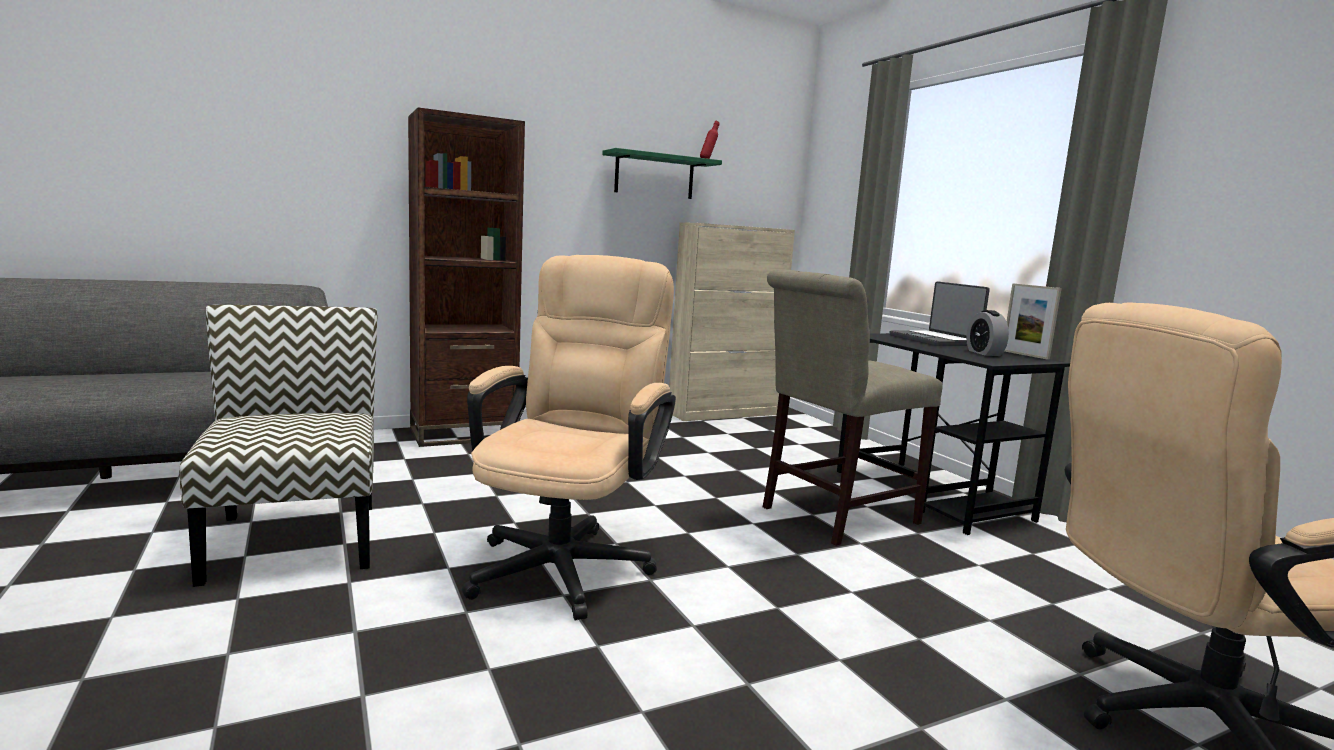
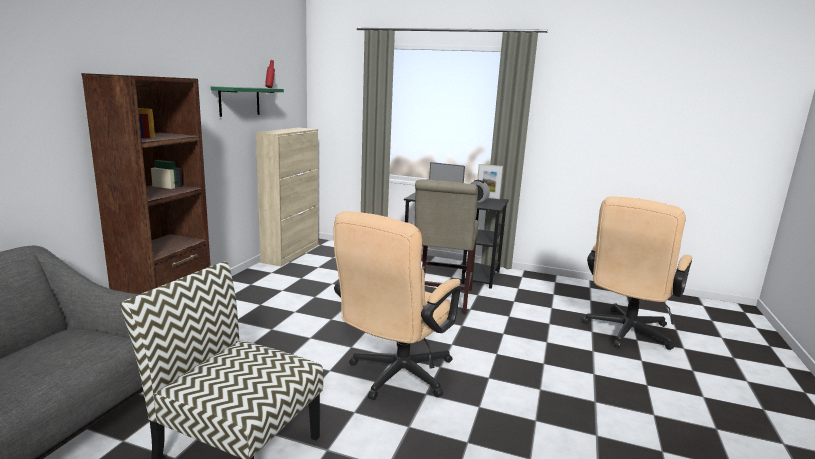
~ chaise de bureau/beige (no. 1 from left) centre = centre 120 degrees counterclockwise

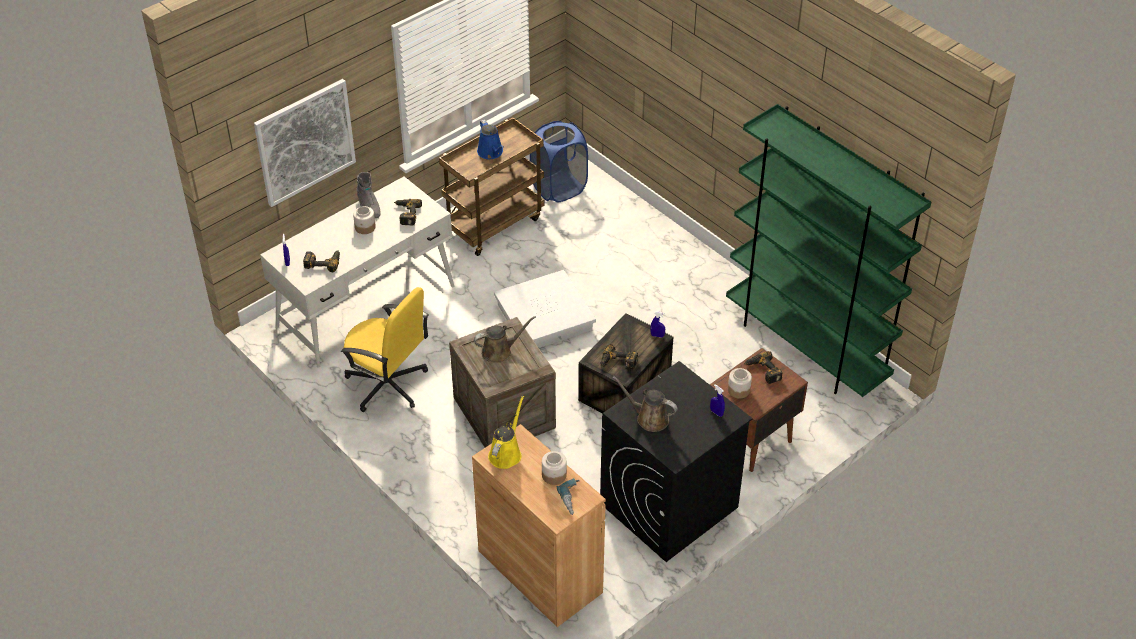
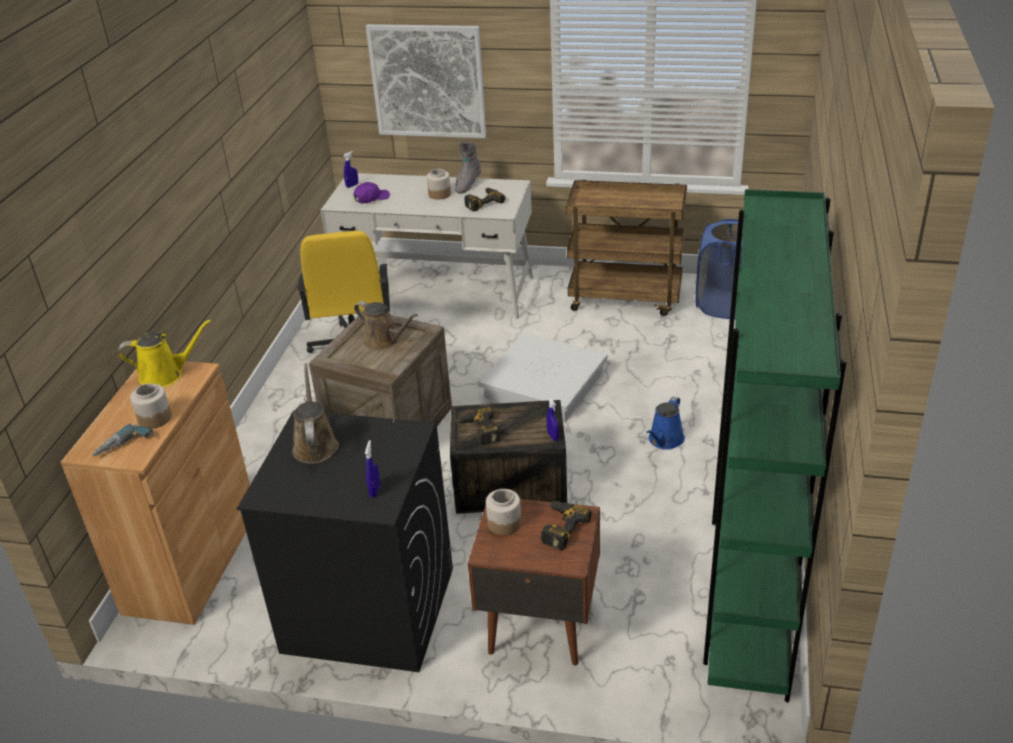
~ arrosoir/bleu top centre to centre
~ perceuse (no. 1 from left) middle left to casquette/violet top centre

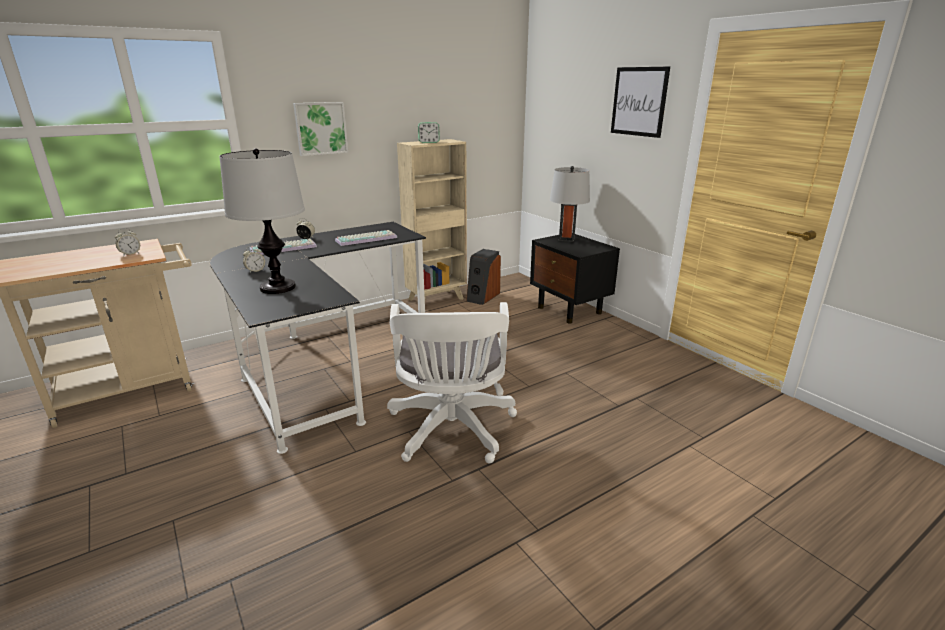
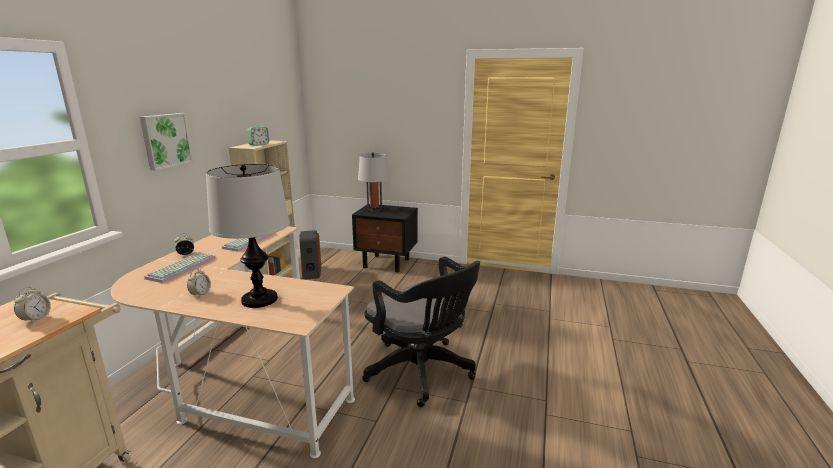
- tableau (no. 2 from left) top right
~ bureau/noir centre to bureau/beige bottom left
~ chaise de bureau/blanc centre to chaise de bureau/noir bottom centre

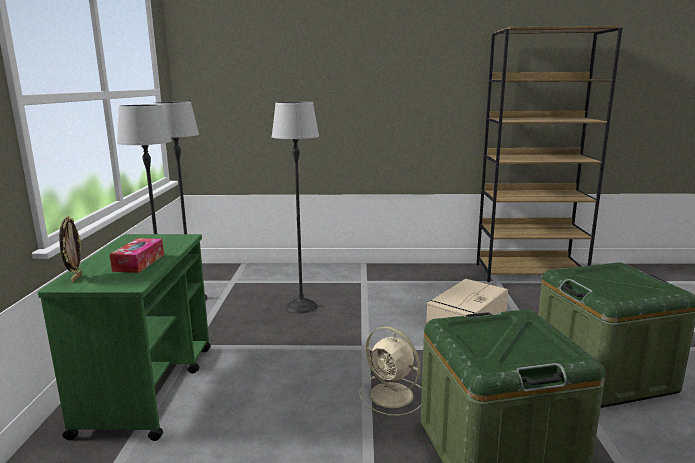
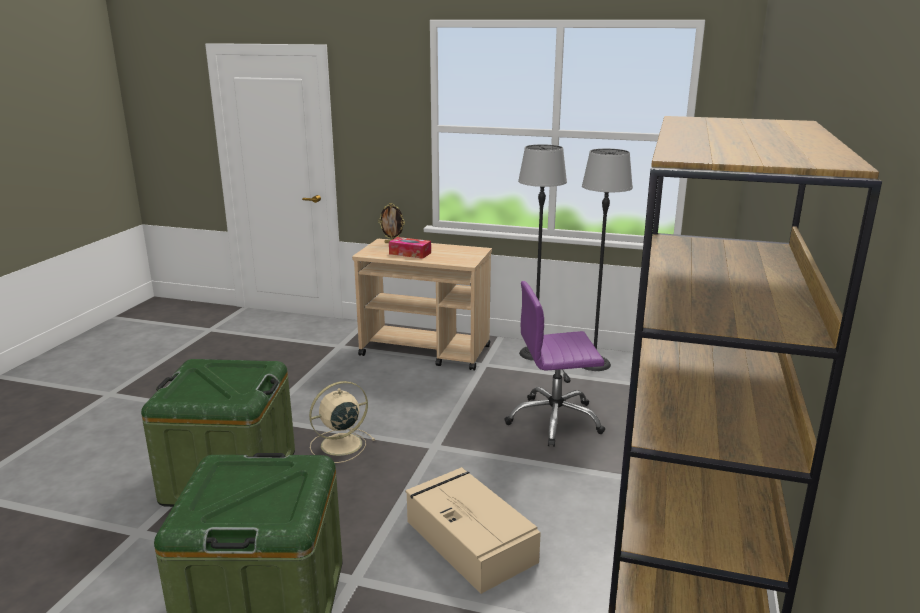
~ lampadaire (no. 3 from left) centre to chaise de bureau/violet centre
~ chariot/vert bottom left to chariot/beige centre

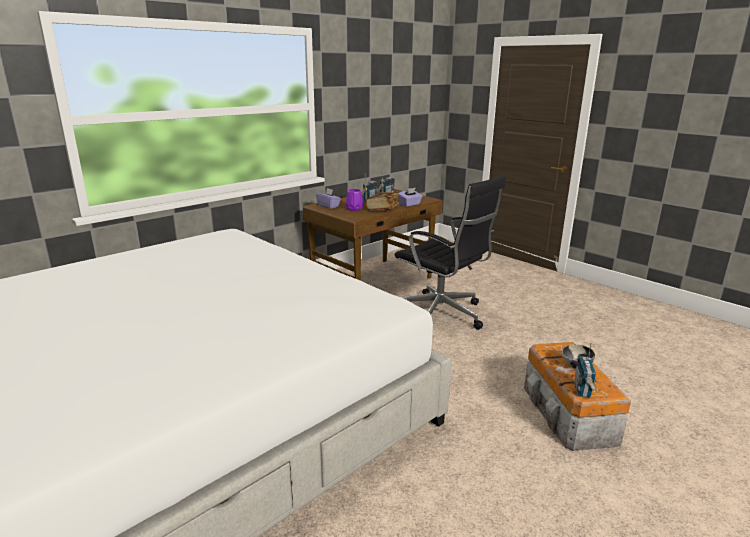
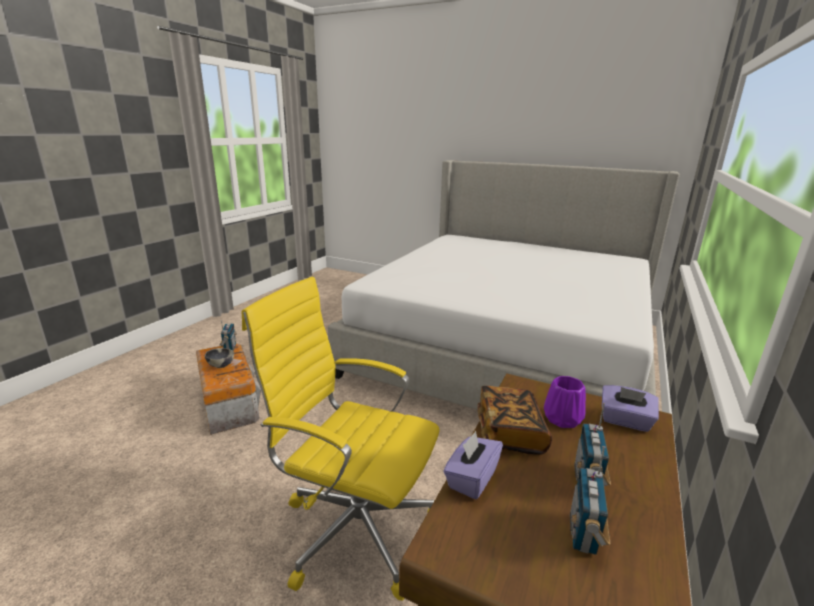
~ chaise de bureau/noir centre to chaise de bureau/jaune bottom centre

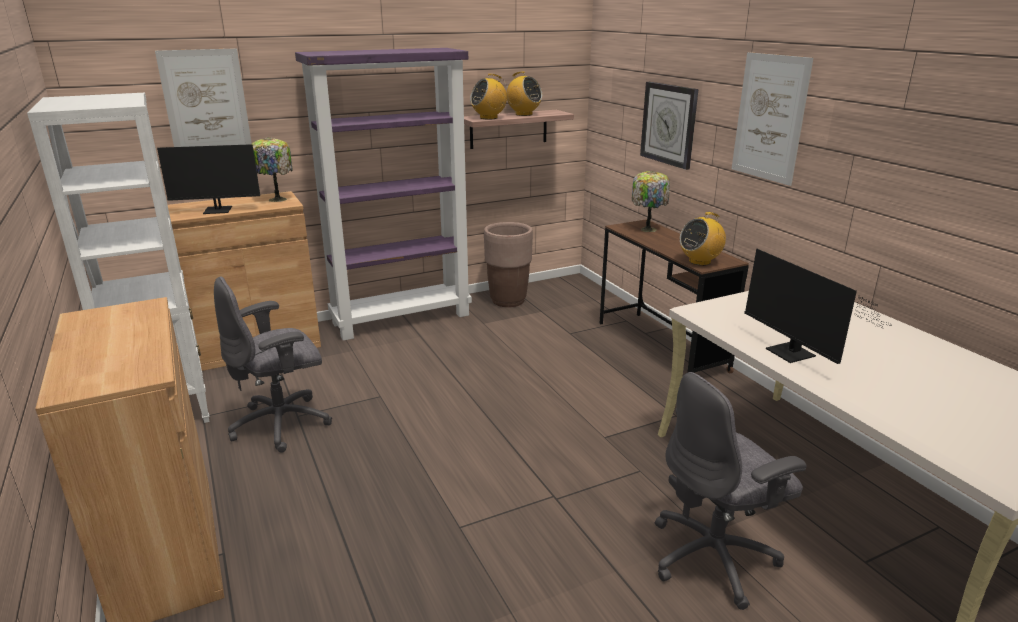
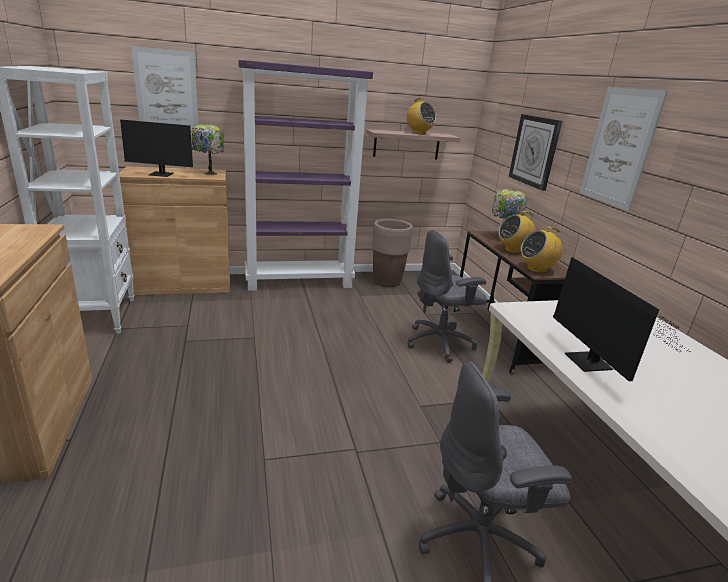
~ radio (no. 1 from left in the first image) top centre to radio (no. 2 from left) middle right
~ chaise de bureau/gris (no. 1 from left) middle left to centre

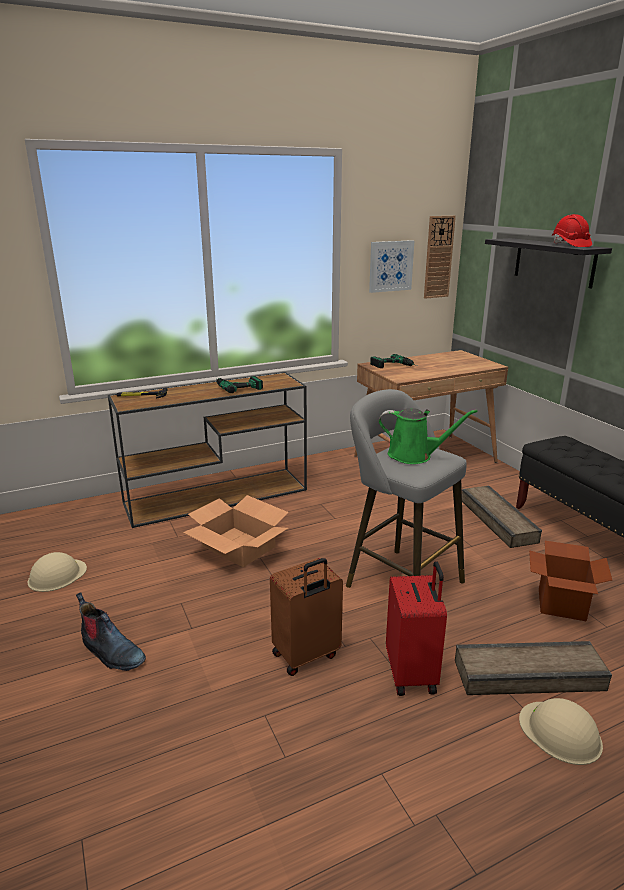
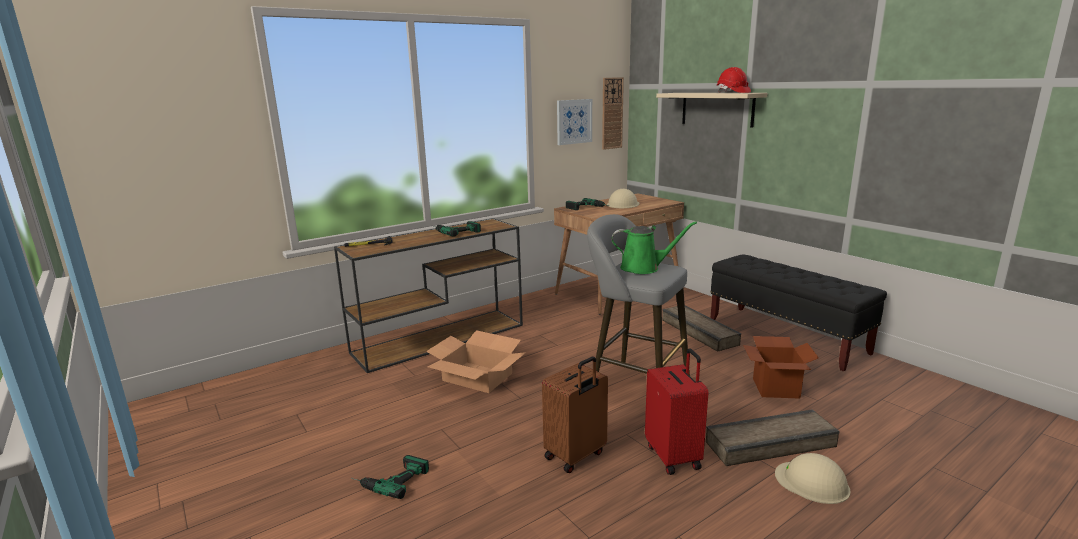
~ étagère/noir top right to étagère/beige top centre
~ casque de chantier/beige (no. 1 from left) middle left to centre
~ botte bottom left to perceuse (no. 1 from left) bottom centre

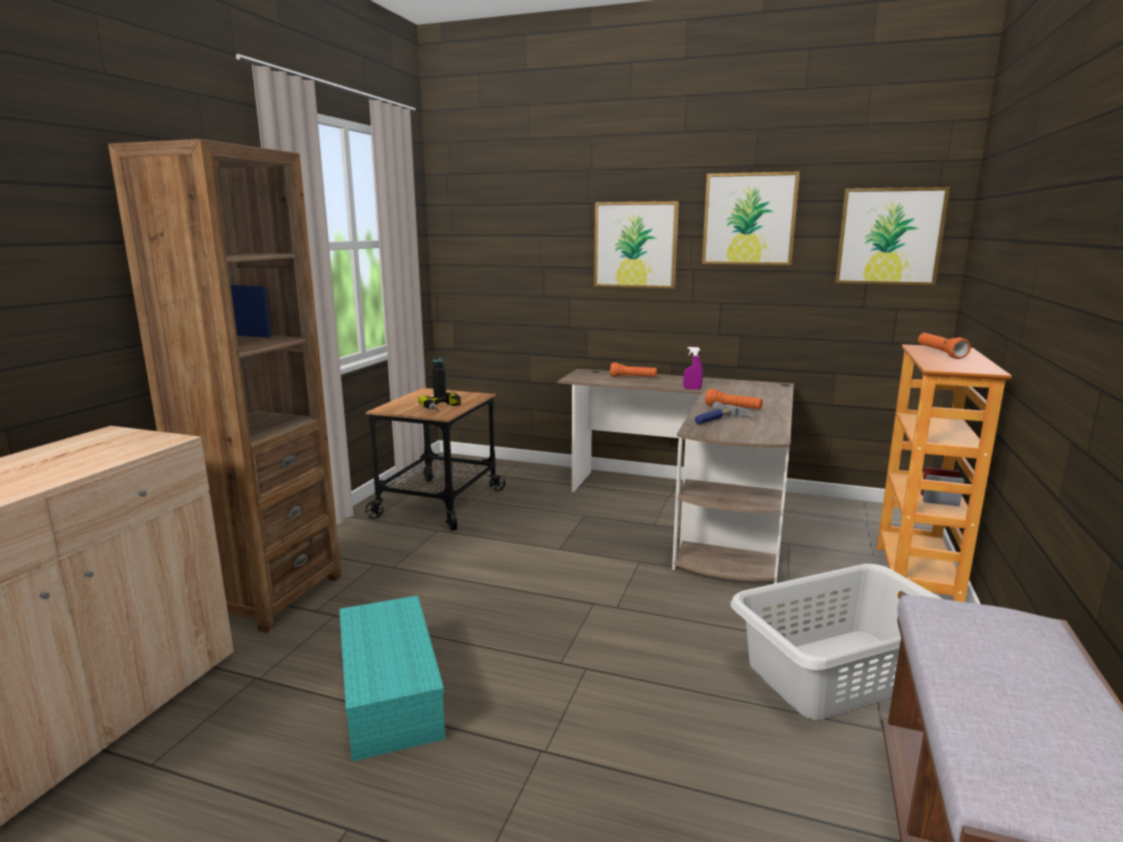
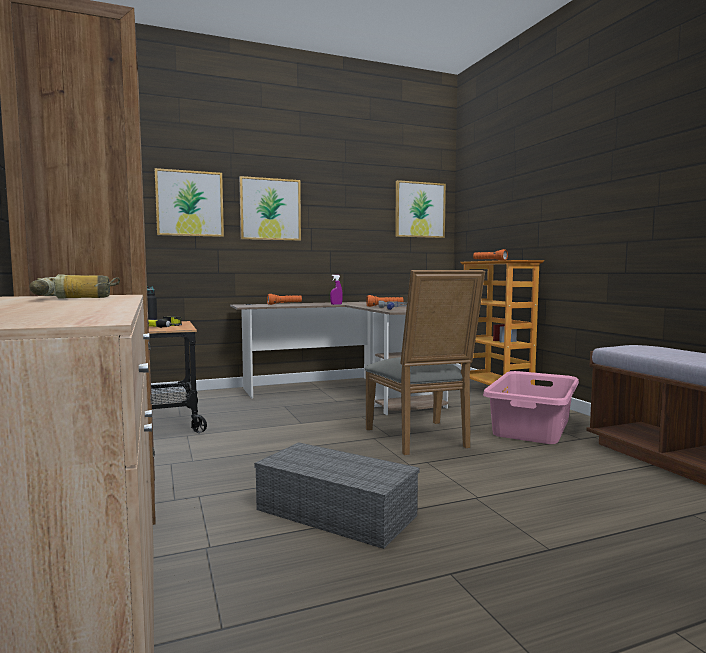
~ tableau (no. 2 from left in the first image) top right to tableau (no. 1 from left) top left
~ panier à linge/gris bottom right to panier à linge/rose middle right
~ boîte de rangement/turquoise bottom centre to boîte de rangement/gris bottom centre
+ chaise/gris centre
+ perceuse (no. 1 from left) middle left

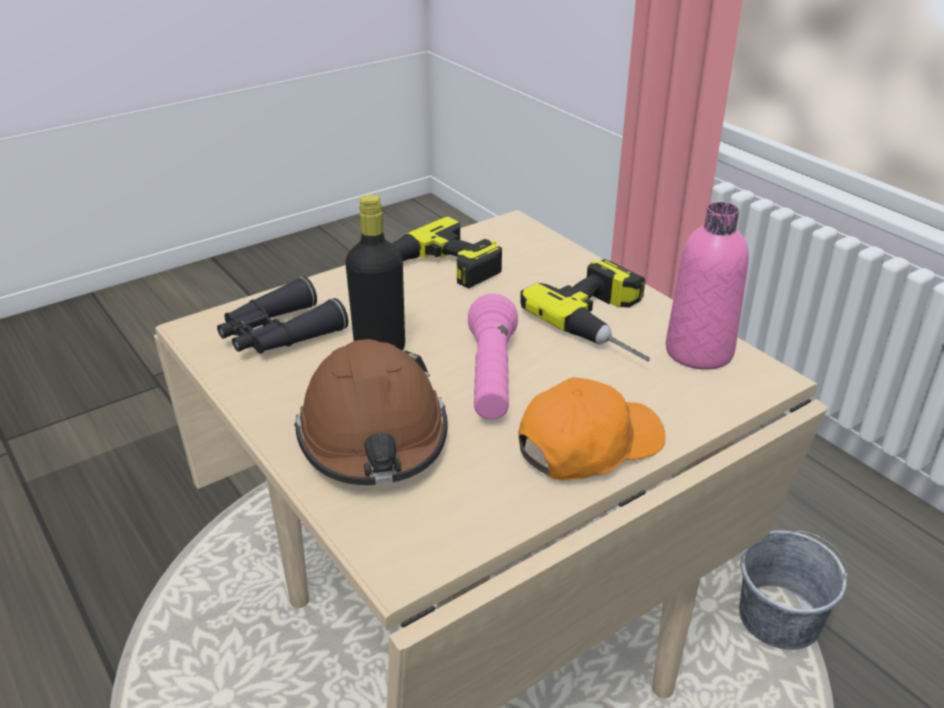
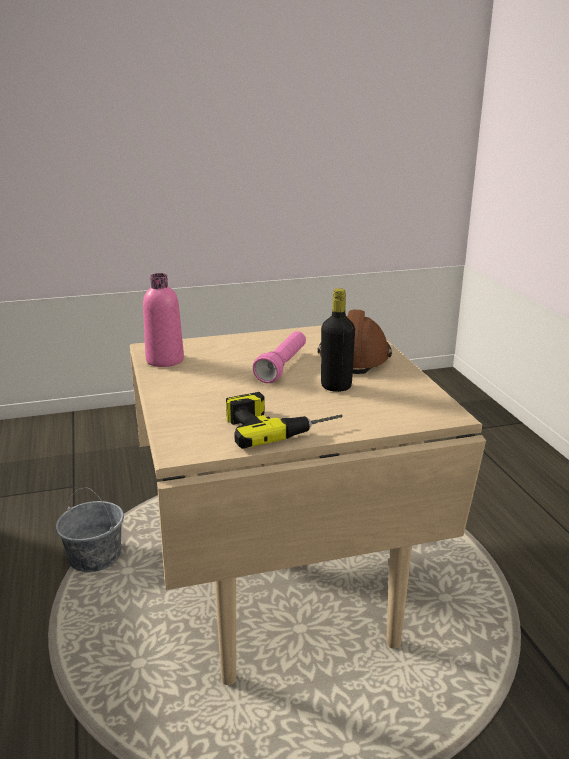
- perceuse (no. 2 from left) centre
- jumelles/noir middle left
- casquette/orange centre

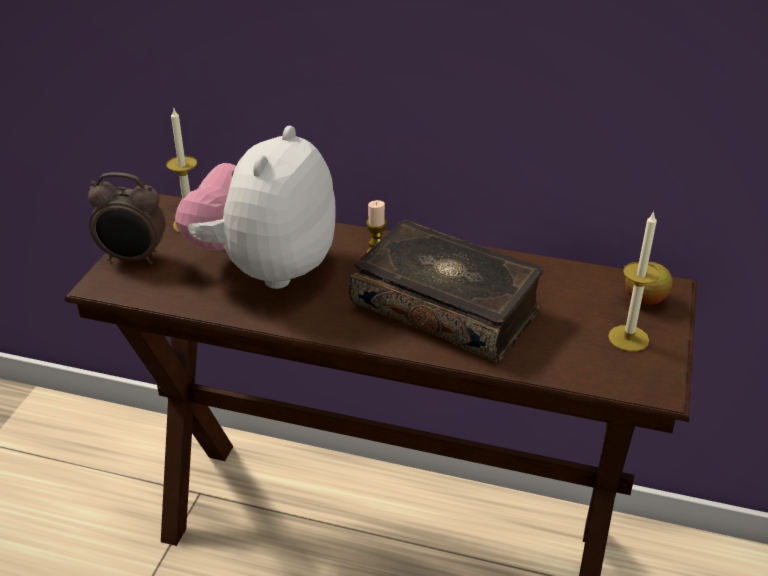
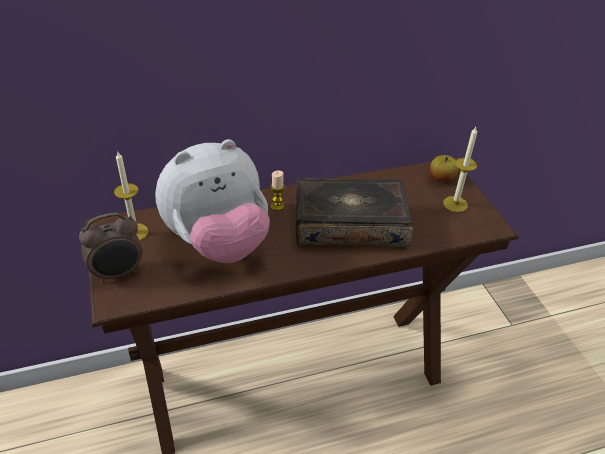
~ peluche middle left = centre 105 degrees counterclockwise

